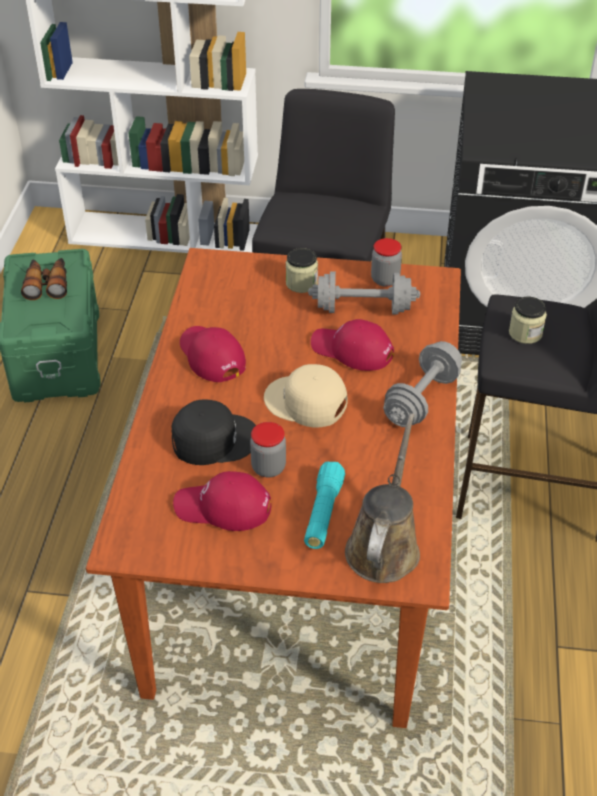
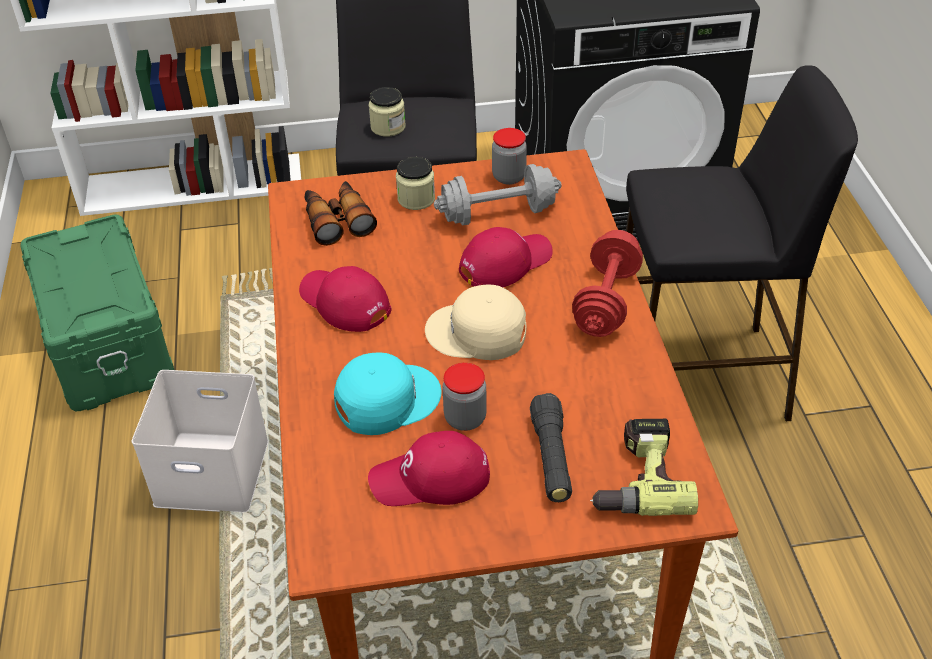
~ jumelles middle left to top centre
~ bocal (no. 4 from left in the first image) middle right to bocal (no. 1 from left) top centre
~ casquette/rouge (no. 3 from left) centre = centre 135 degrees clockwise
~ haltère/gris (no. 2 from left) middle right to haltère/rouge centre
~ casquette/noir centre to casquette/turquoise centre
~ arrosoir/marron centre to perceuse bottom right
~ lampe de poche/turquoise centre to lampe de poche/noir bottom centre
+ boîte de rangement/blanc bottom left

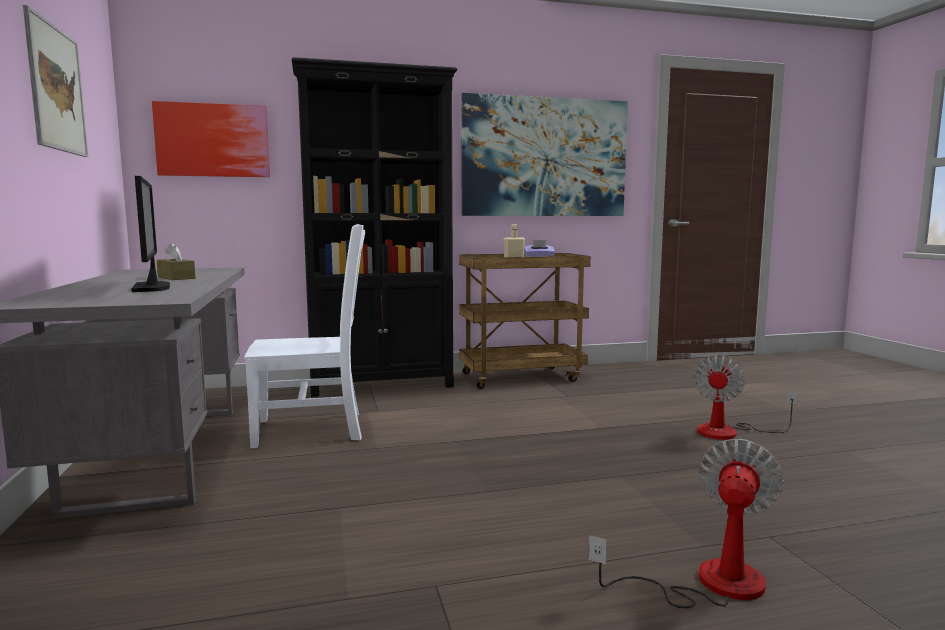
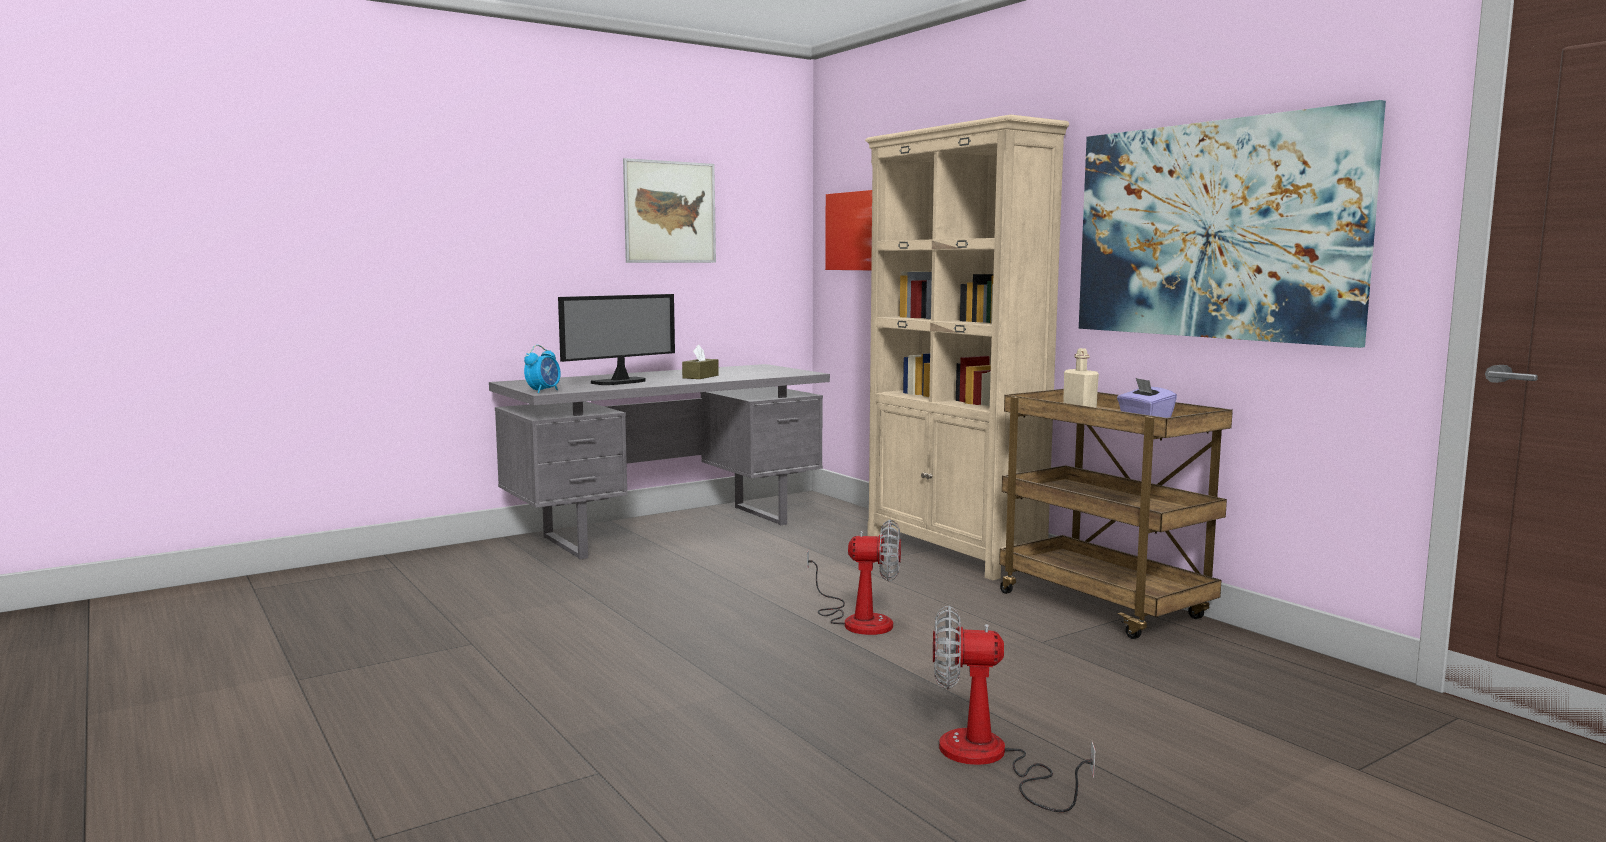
~ bibliothèque/noir centre to bibliothèque/beige centre
- chaise/blanc middle left
~ ventilateur (no. 1 from left) bottom right to bottom centre
+ réveil centre

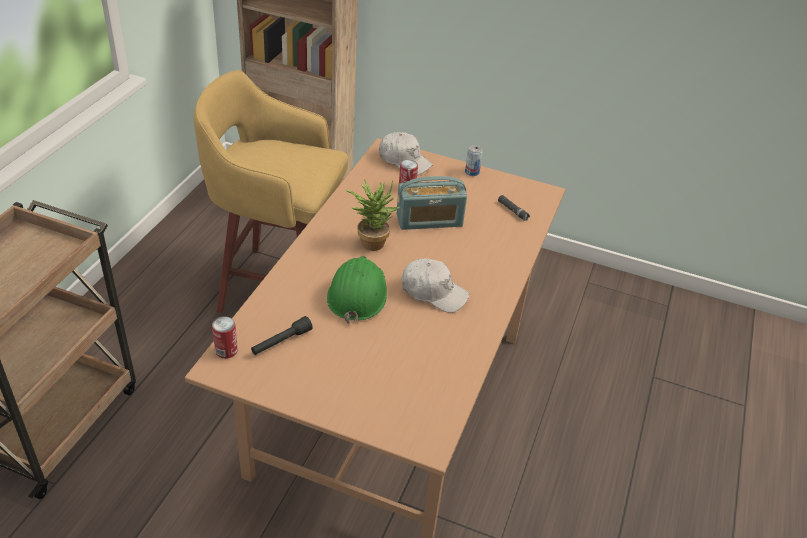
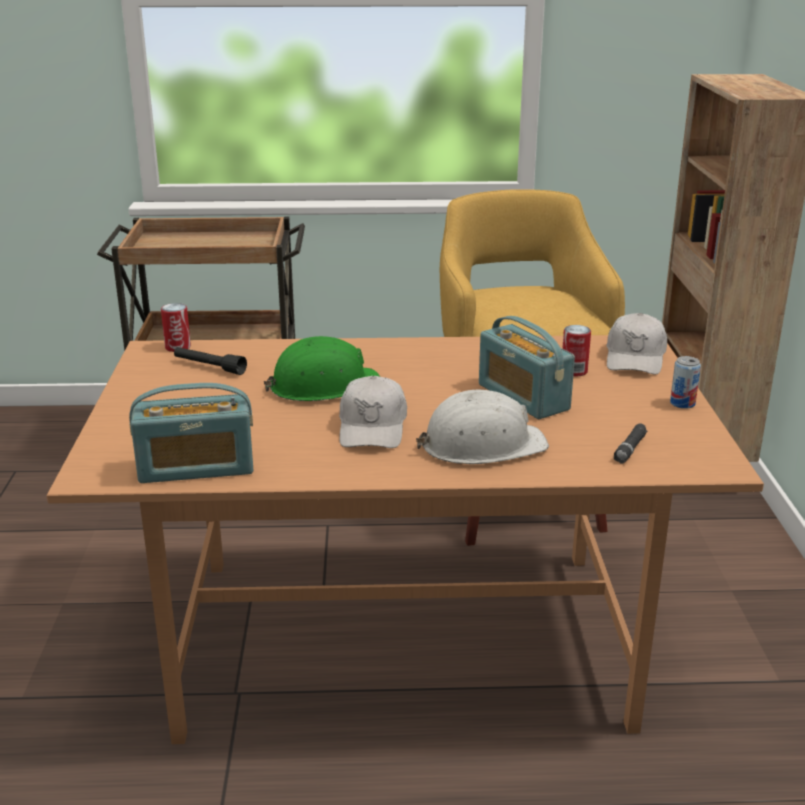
- plante en pot centre
+ radio (no. 1 from left) middle left
+ casque de chantier/blanc centre

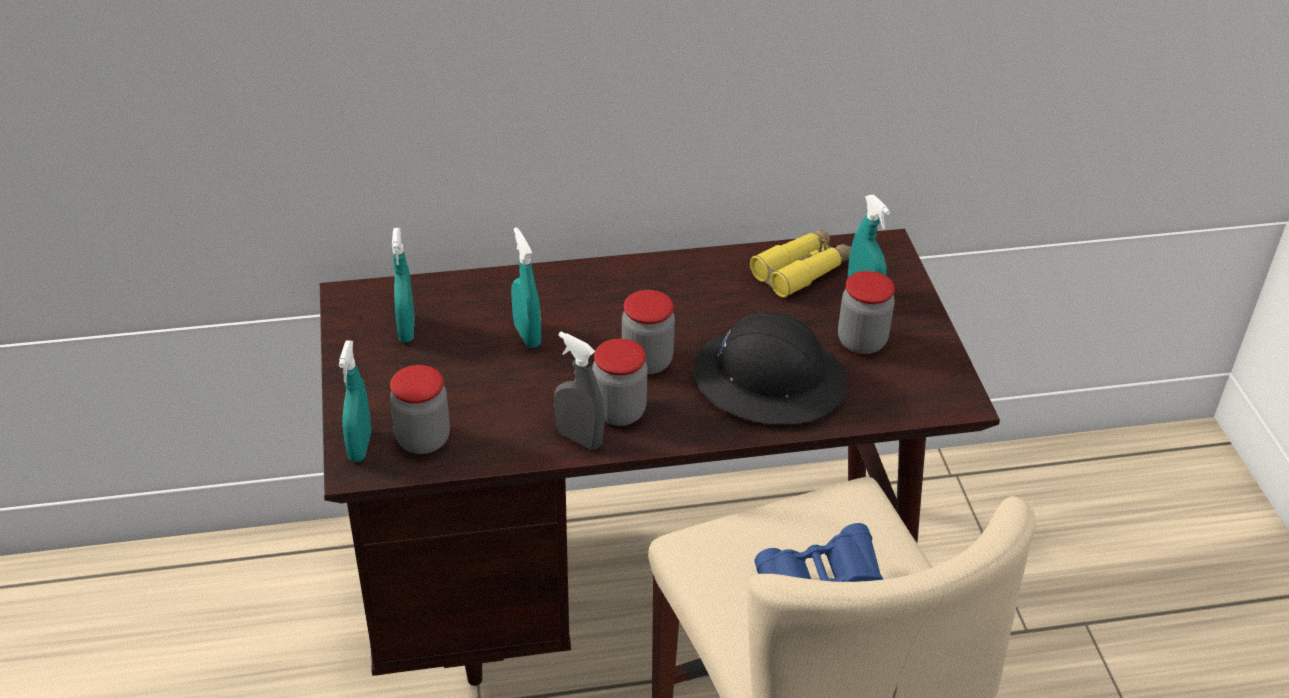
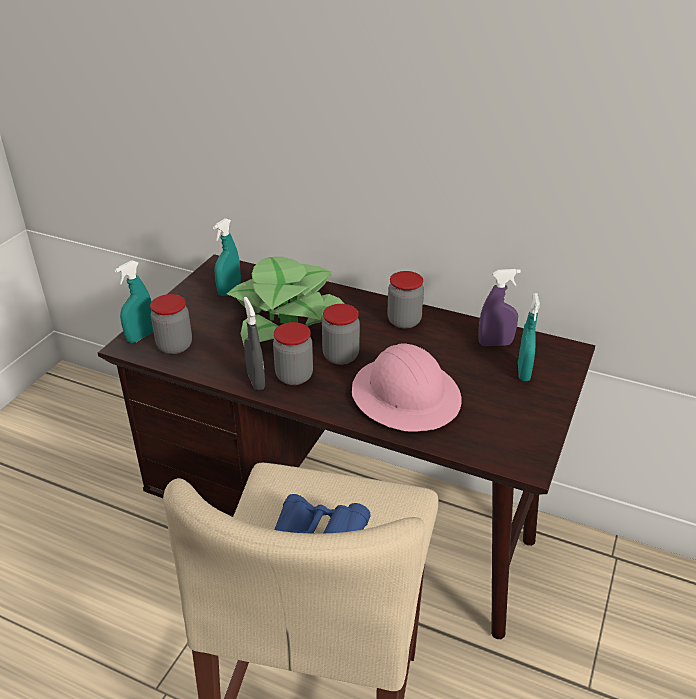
~ vaporisateur/turquoise (no. 3 from left) centre to plante en pot centre
~ jumelles/jaune centre to vaporisateur/violet middle right
~ bocal (no. 4 from left) middle right to centre
~ casque de chantier/noir centre to casque de chantier/rose centre

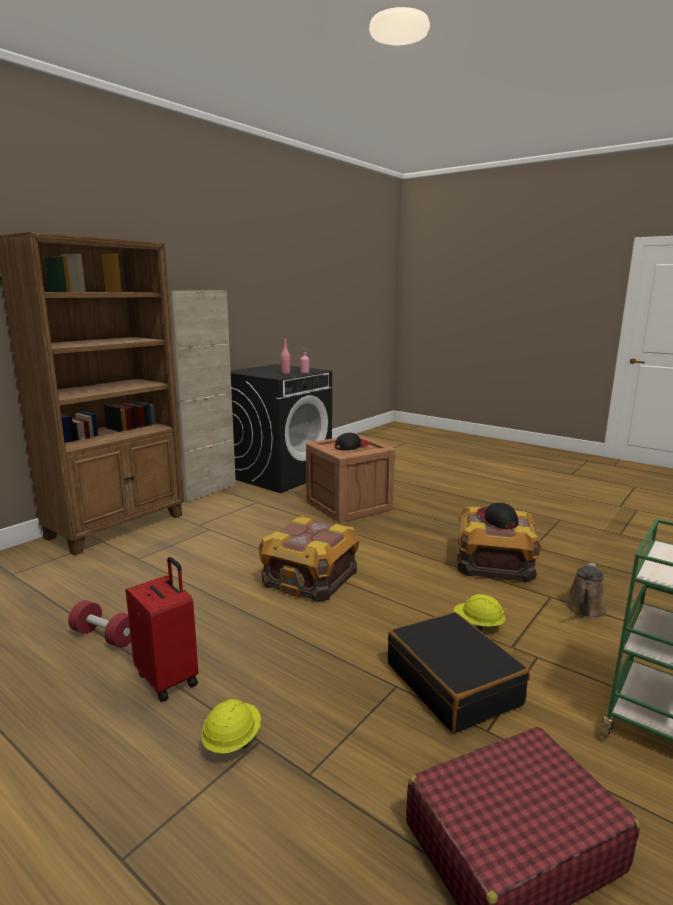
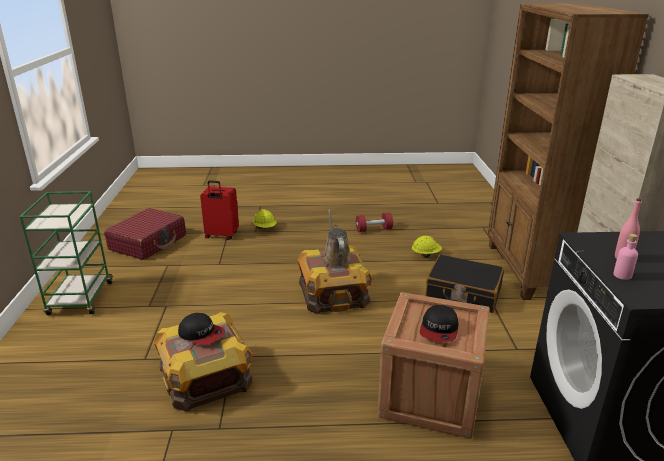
~ valise/rouge (no. 1 from left in the first image) bottom left to valise/rouge (no. 2 from left) middle left
~ arrosoir/marron middle right to centre
~ casque de chantier/jaune (no. 2 from left) bottom right to centre
~ valise/noir bottom right to middle right

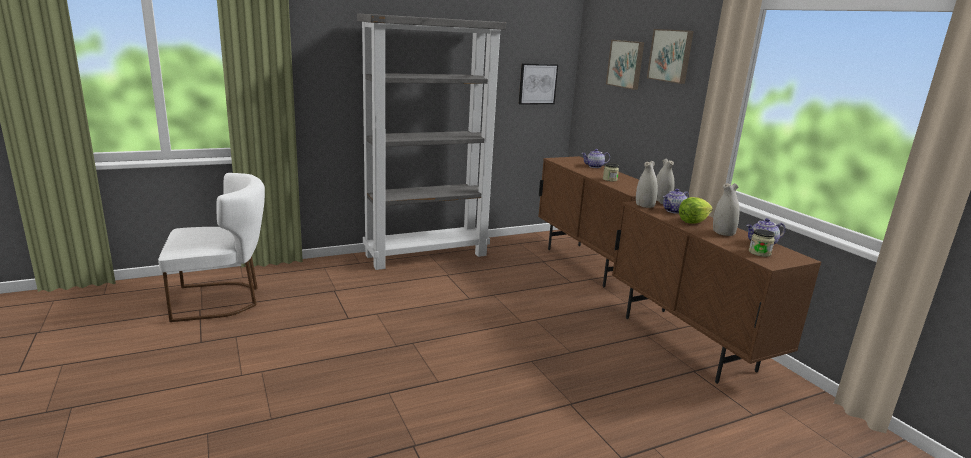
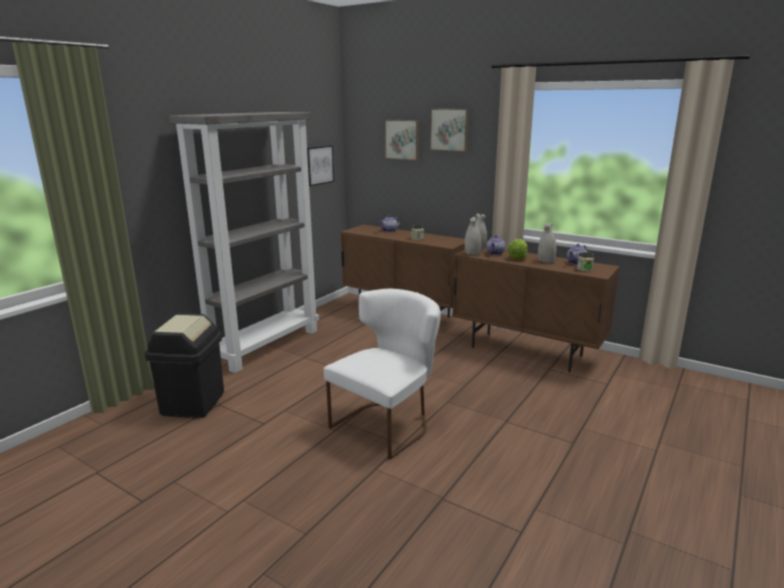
~ chaise/blanc middle left to centre
+ poubelle/noir middle left

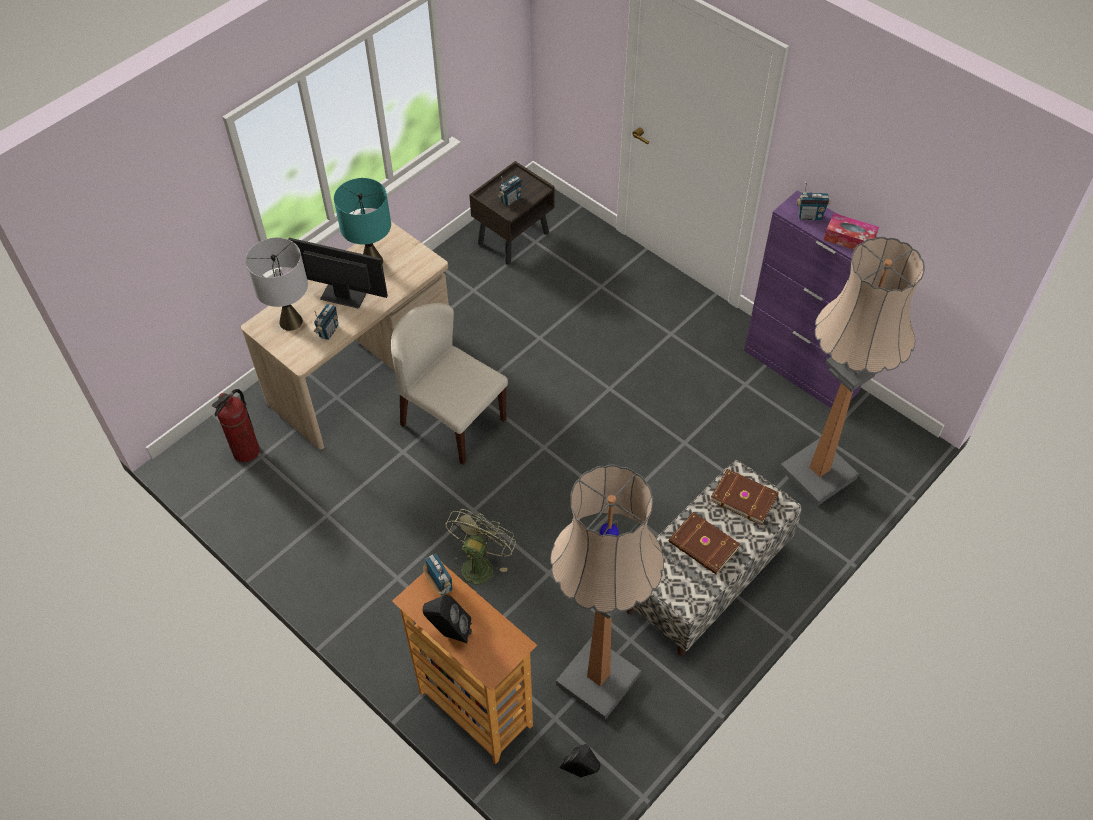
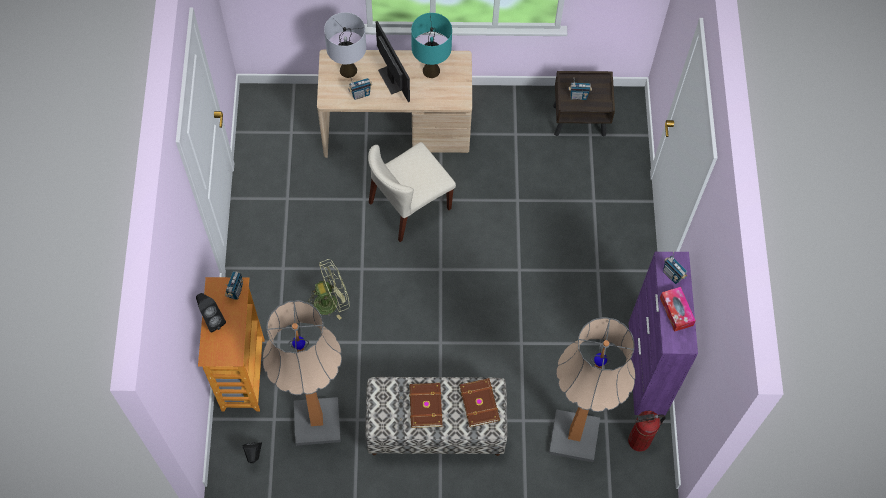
~ chaise/beige centre = centre 120 degrees counterclockwise
~ extincteur middle left to bottom right

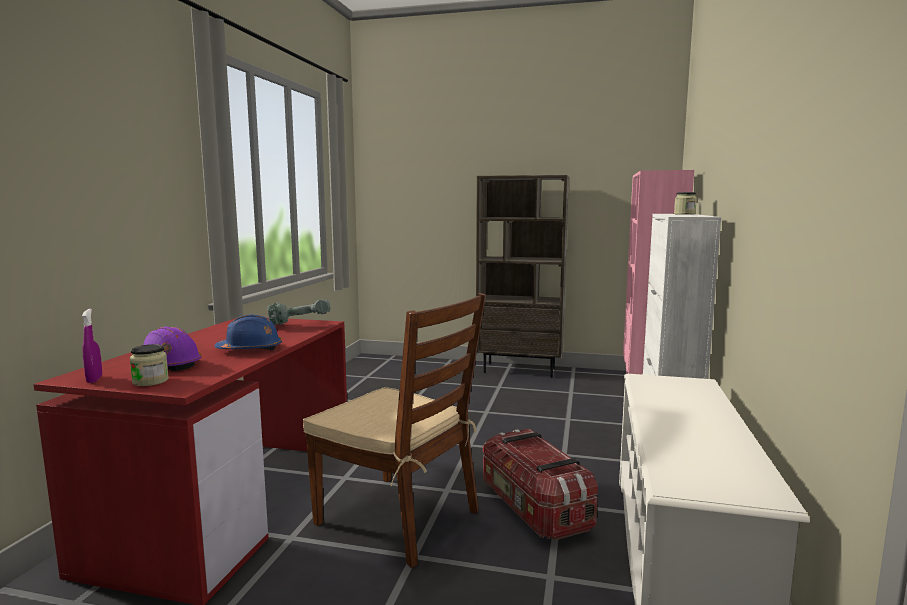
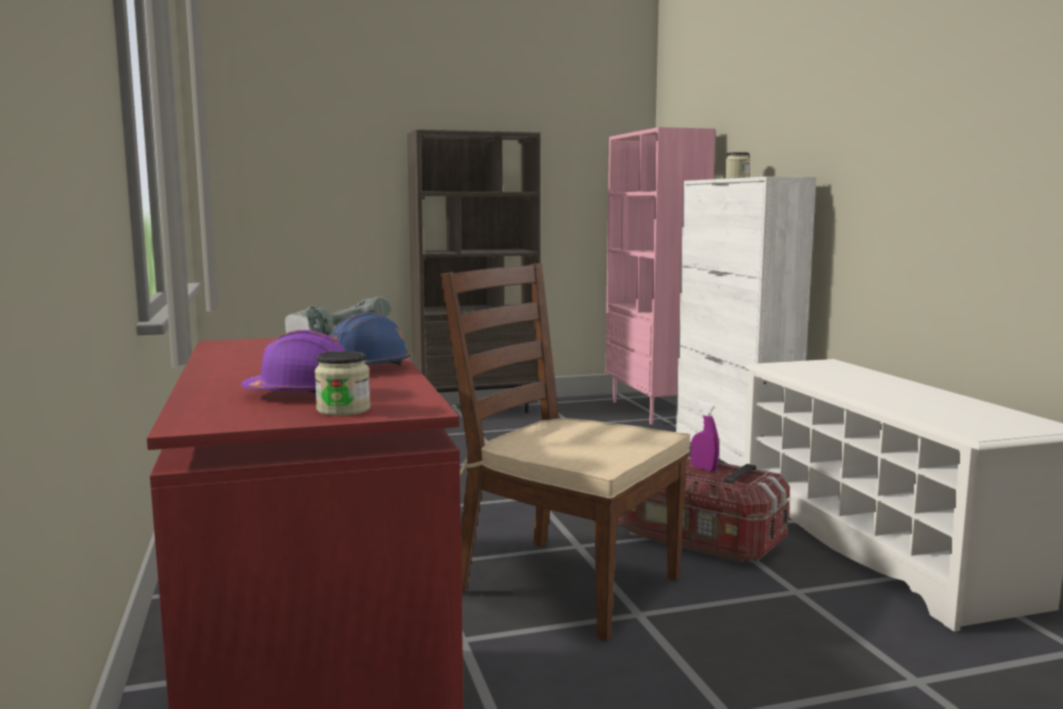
~ chaise/marron bottom centre = centre 150 degrees counterclockwise
~ vaporisateur/violet middle left to centre

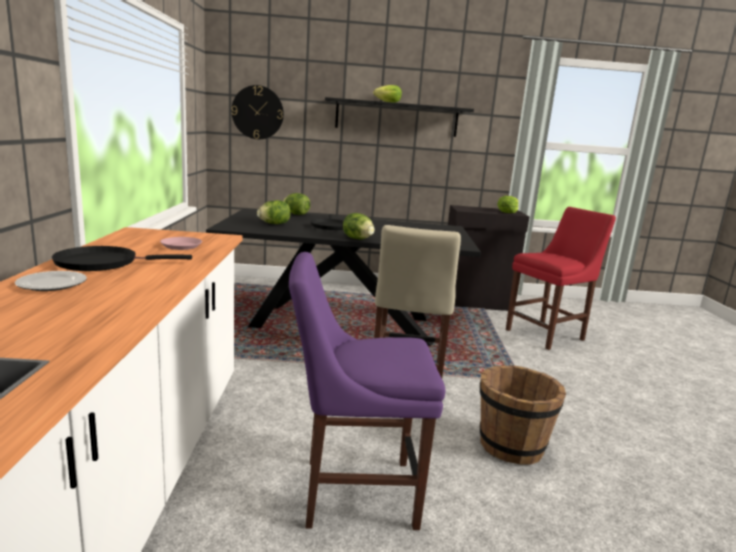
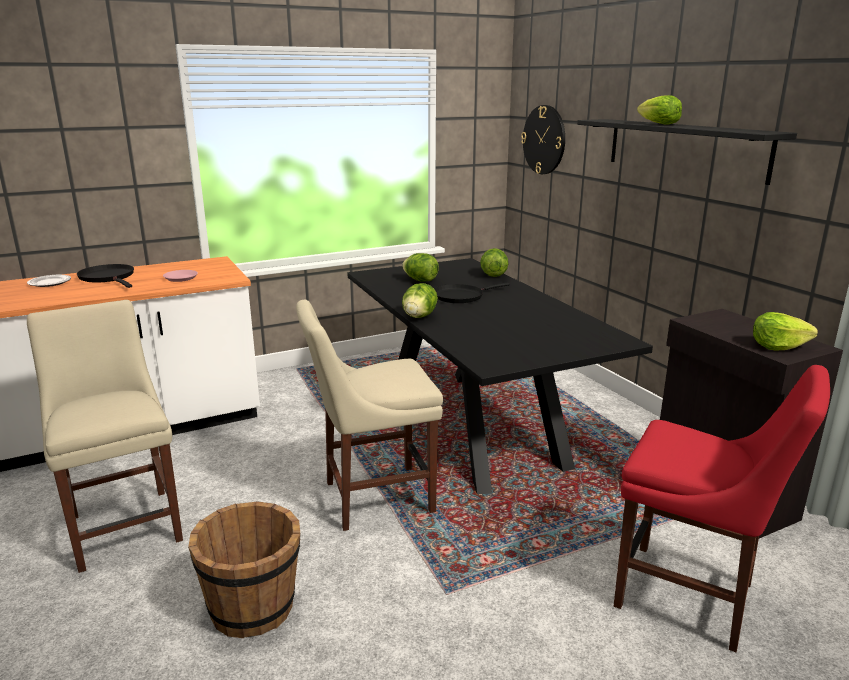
~ chaise/violet bottom centre to chaise/beige (no. 1 from left) middle left

